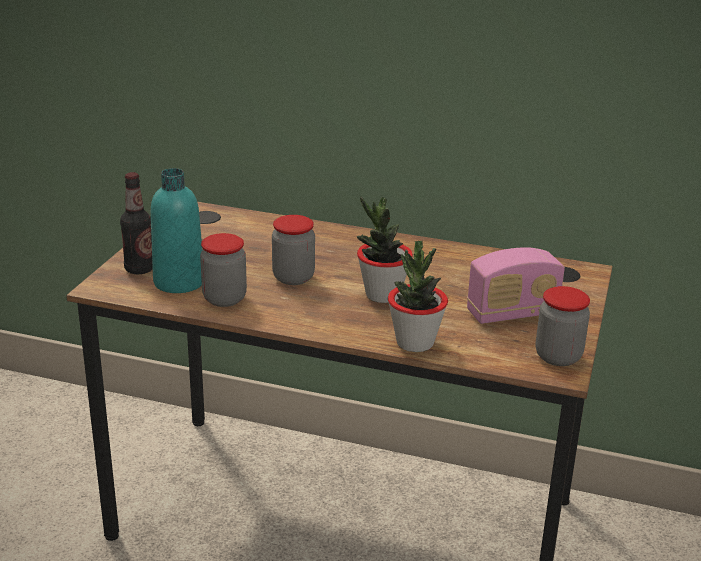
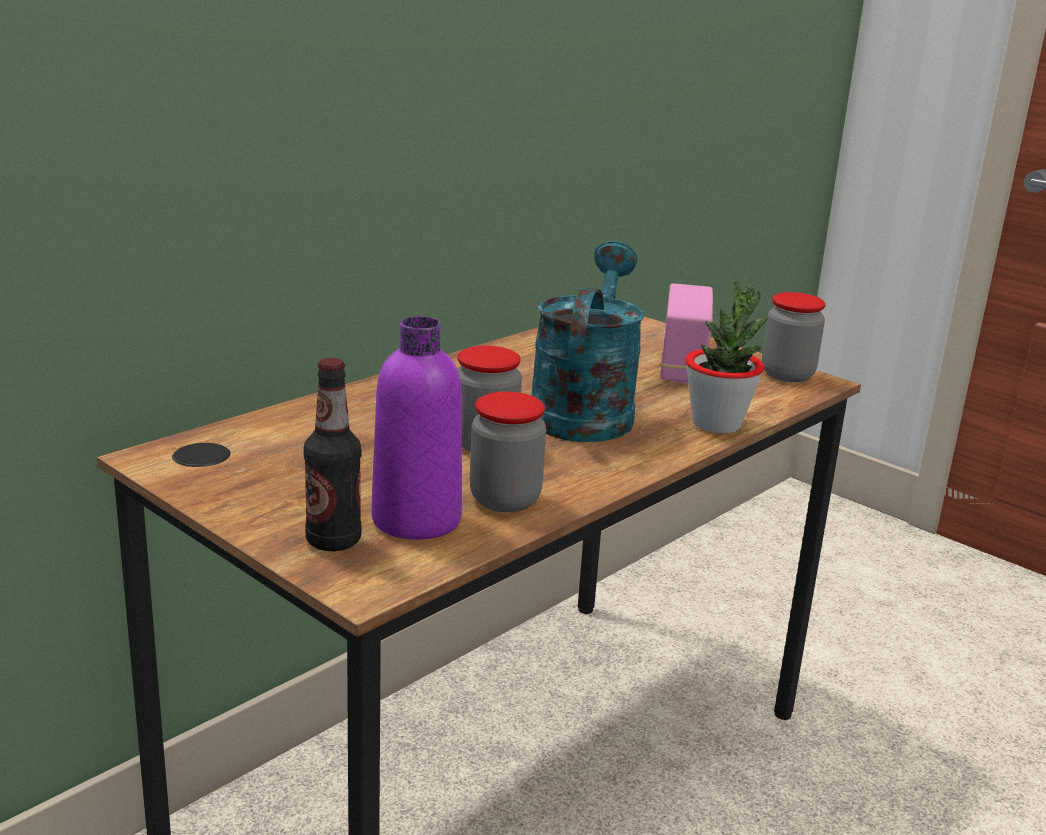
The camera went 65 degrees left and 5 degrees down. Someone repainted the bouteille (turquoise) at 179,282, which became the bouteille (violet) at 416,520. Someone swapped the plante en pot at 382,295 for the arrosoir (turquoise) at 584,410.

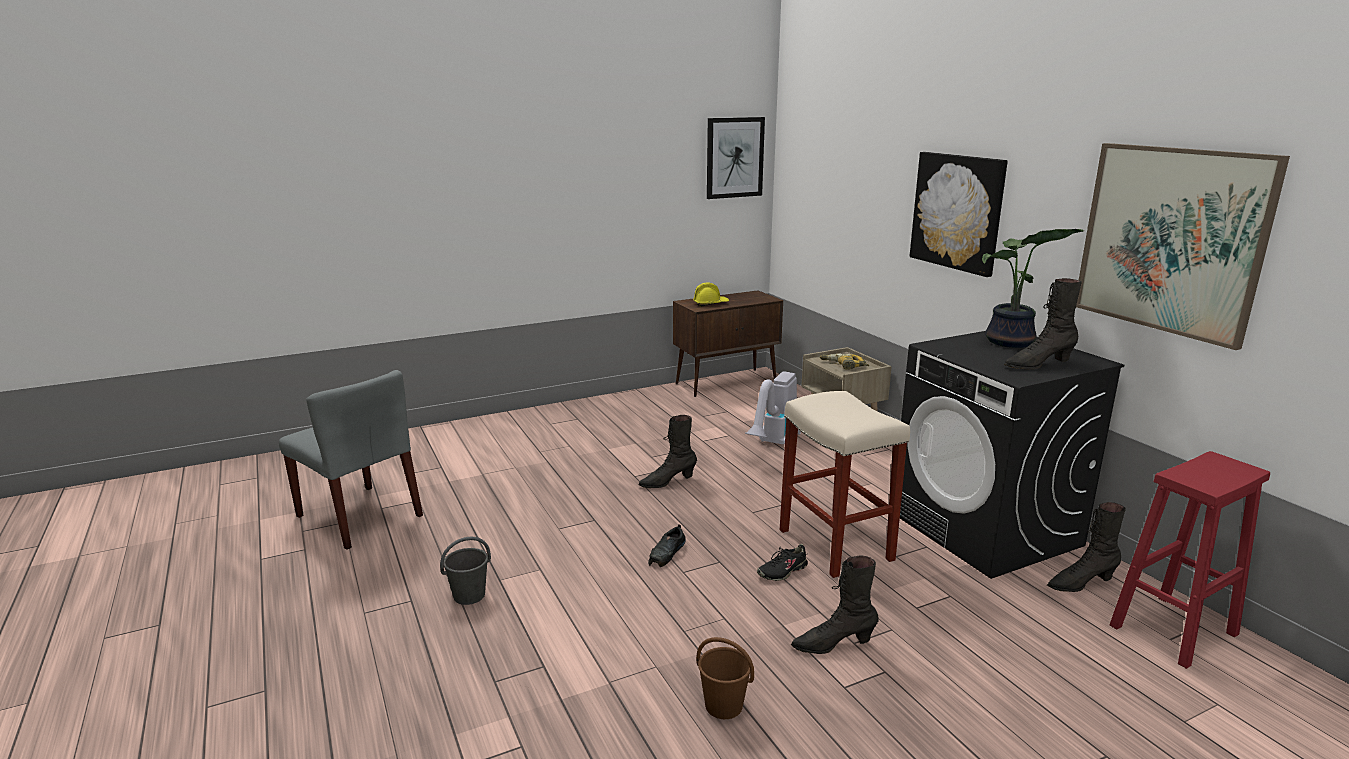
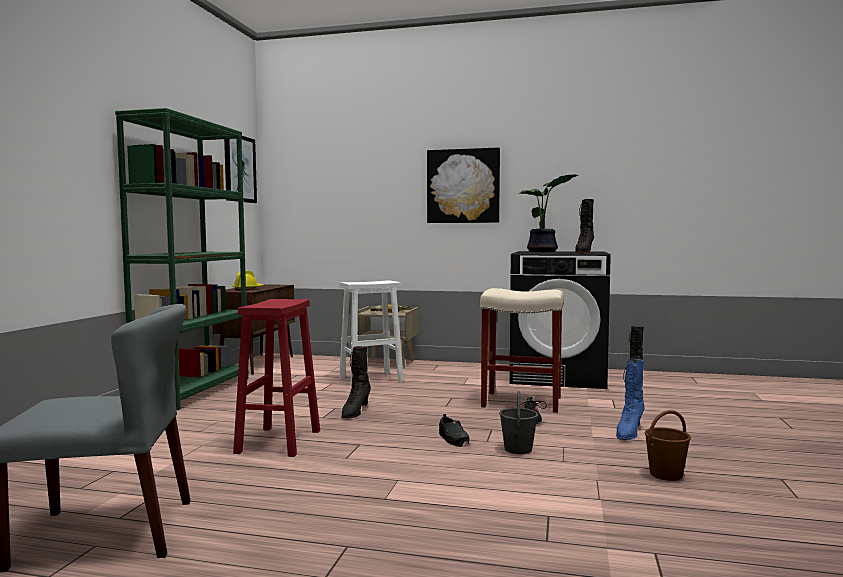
The camera went 50 degrees left and 15 degrees down. Someone carried the seau (gris) from 468,595 to 518,449. Someone swapped the aspirateur at 774,444 for the tabouret (blanc) at 372,379. Someone repainted the botte (noir) at 833,644, which became the botte (bleu) at 629,432. Someone took away the tableau at 1171,240. Someone carried the tabouret (rouge) from 1174,629 to 279,441. Someone put down the bibliothèque (vert) at 194,391.

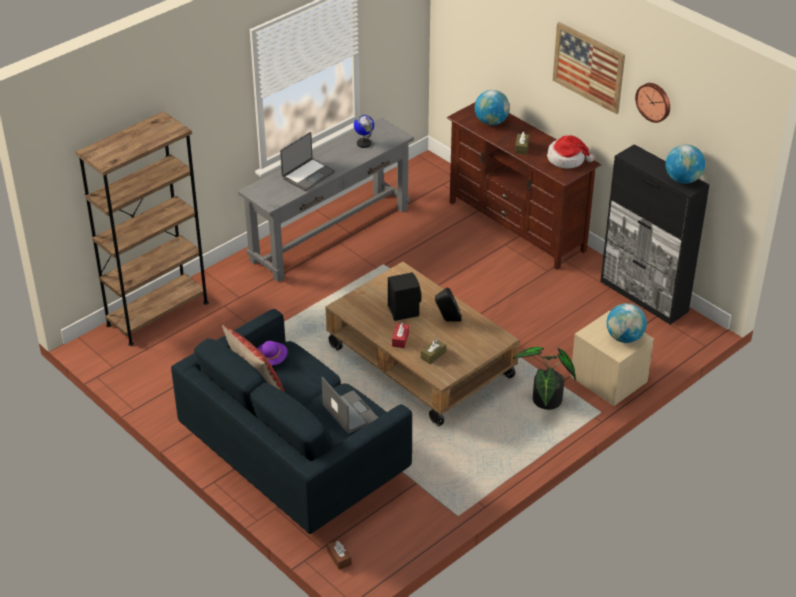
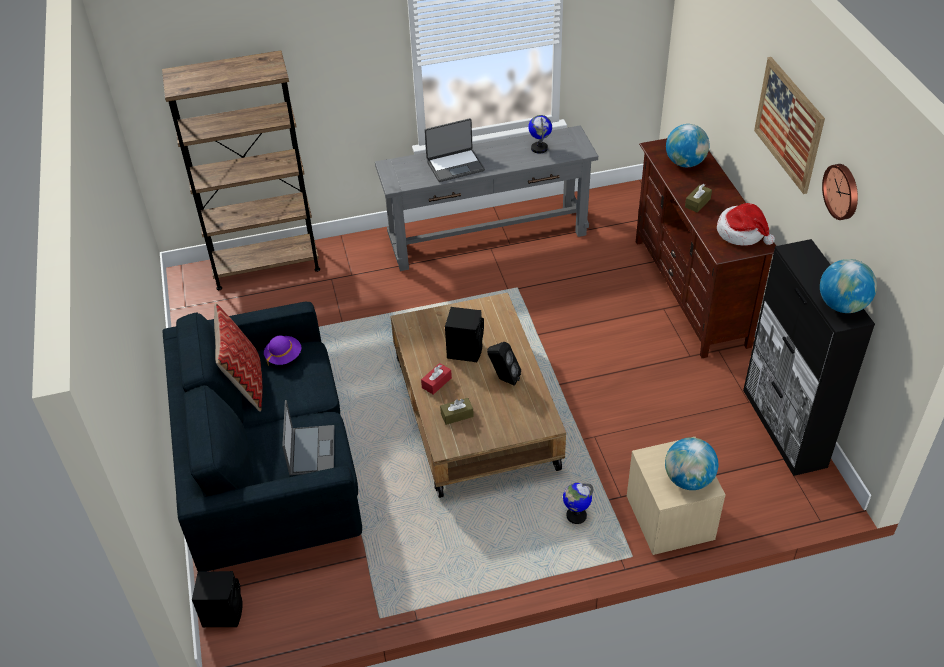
The camera went 30 degrees right and 5 degrees up. Someone swapped the boîte à mouchoirs (marron) at 339,558 for the enceinte (noir) at 223,612. Someone swapped the plante en pot at 544,402 for the globe at 576,516.

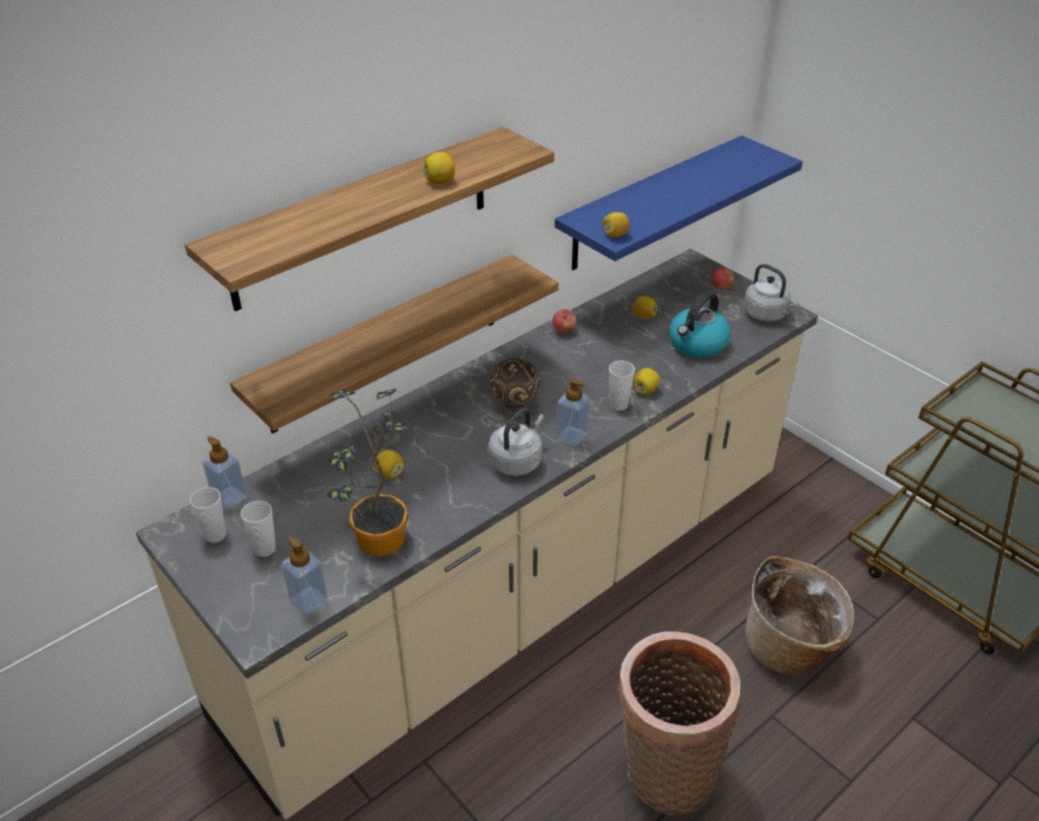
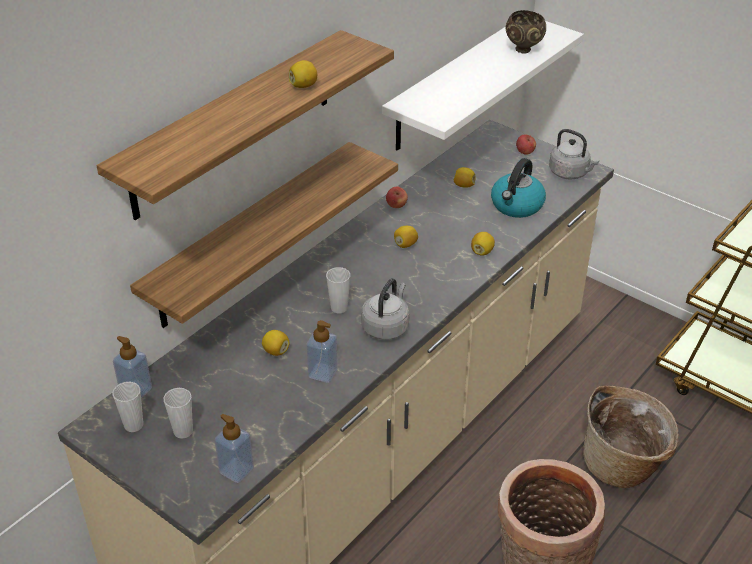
The camera went 10 degrees left and 0 degrees up. Someone took away the plante en pot at 376,544. Someone carried the bol (marron) from 516,405 to 524,50. Someone repainted the étagère (bleu) at 651,203, which became the étagère (blanc) at 456,83. Someone carried the distributeur de savon from 572,436 to 323,373. Someone carried the citron from 615,235 to 405,244. Someone carried the tasse from 618,405 to 339,308.

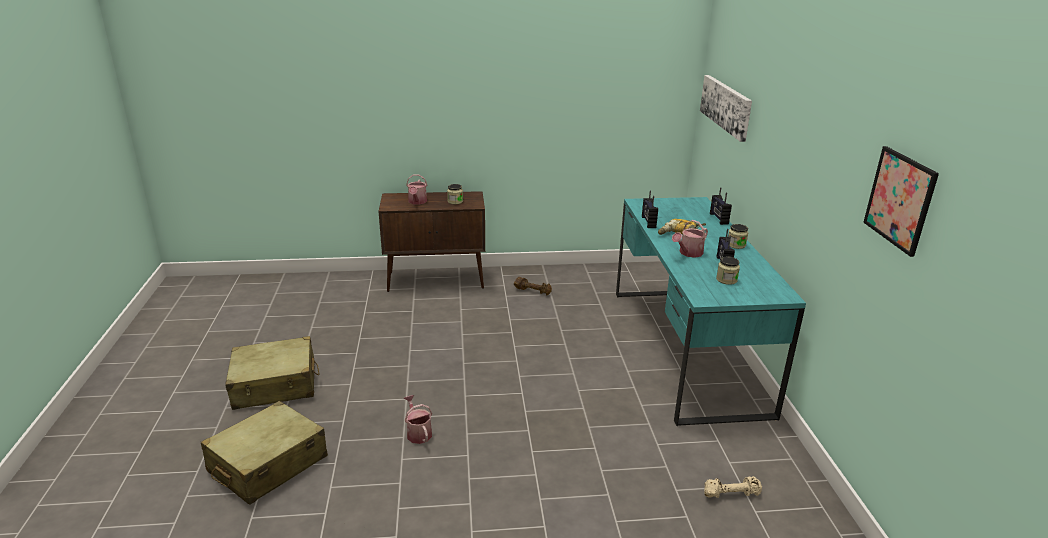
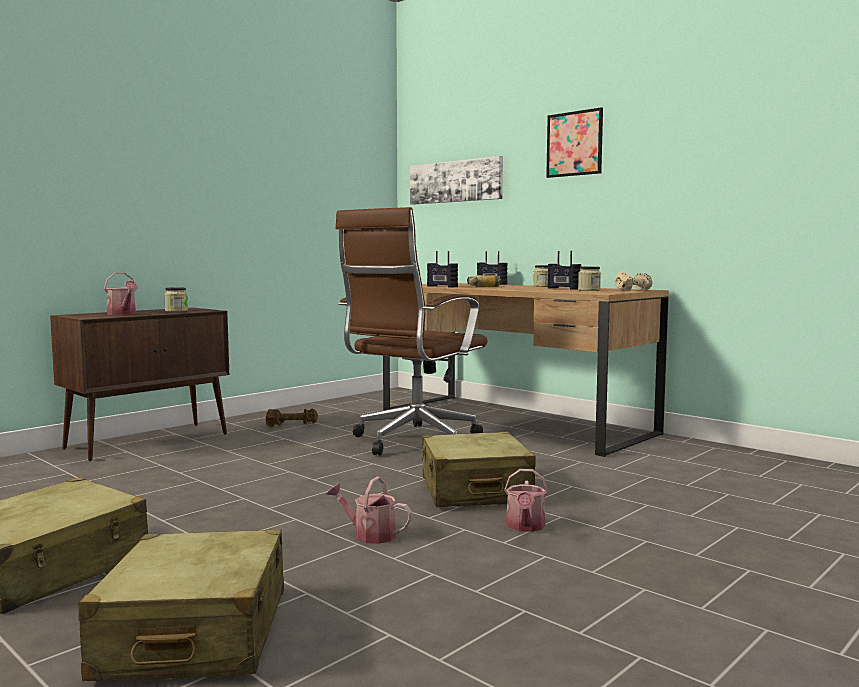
The camera went 40 degrees left and 20 degrees down. Someone repainted the bureau (turquoise) at 685,348, which became the bureau (marron) at 512,422. Someone carried the arrosoir from 688,253 to 525,527. Someone carried the haltère (beige) from 730,494 to 632,290. Someone carried the tableau from 900,199 to 574,143. Someone put down the chaise de bureau (marron) at 412,442. Someone put down the valise (beige) at 475,491.

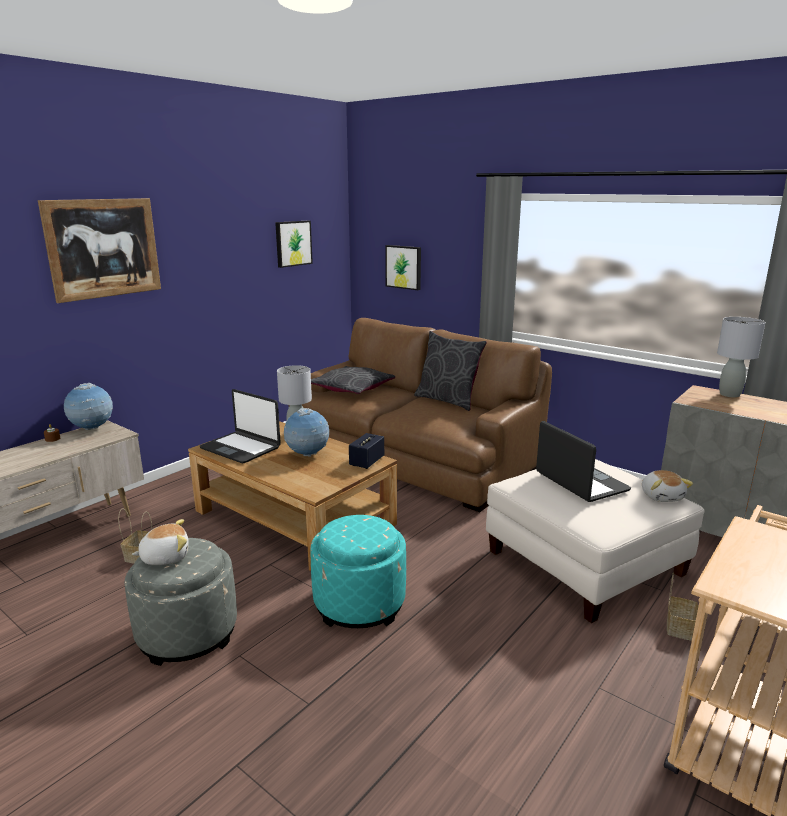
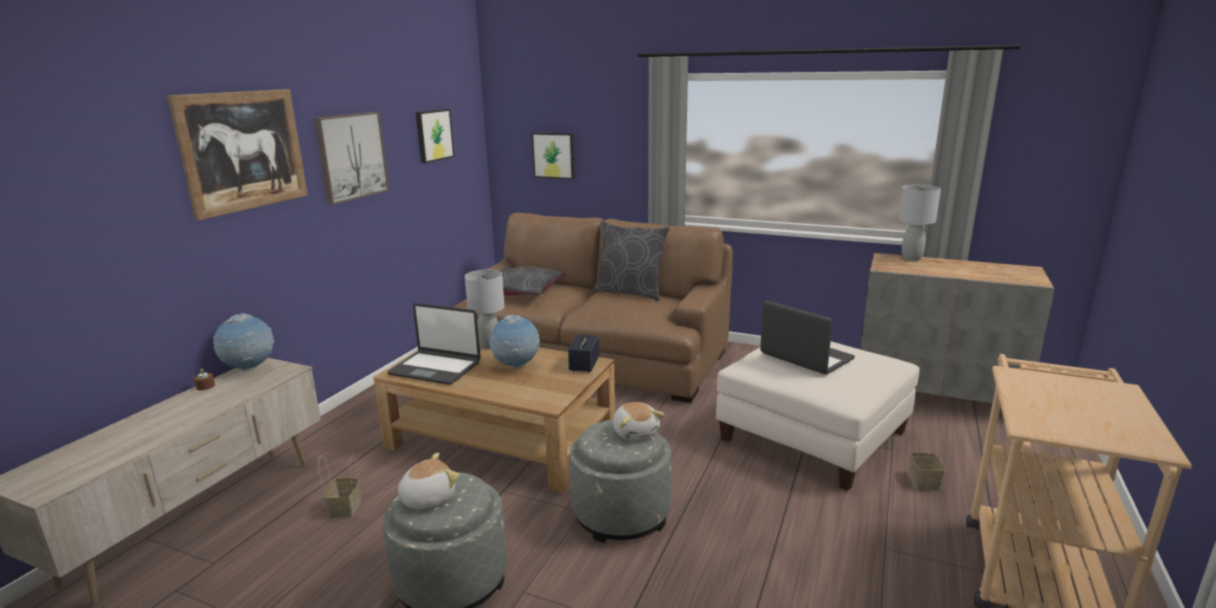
The camera went 15 degrees left and 0 degrees up. Someone repainted the pouf (turquoise) at 359,603, which became the pouf (gris) at 621,514. Someone carried the peluche from 662,496 to 636,432. Someone put up the tableau at 352,156.

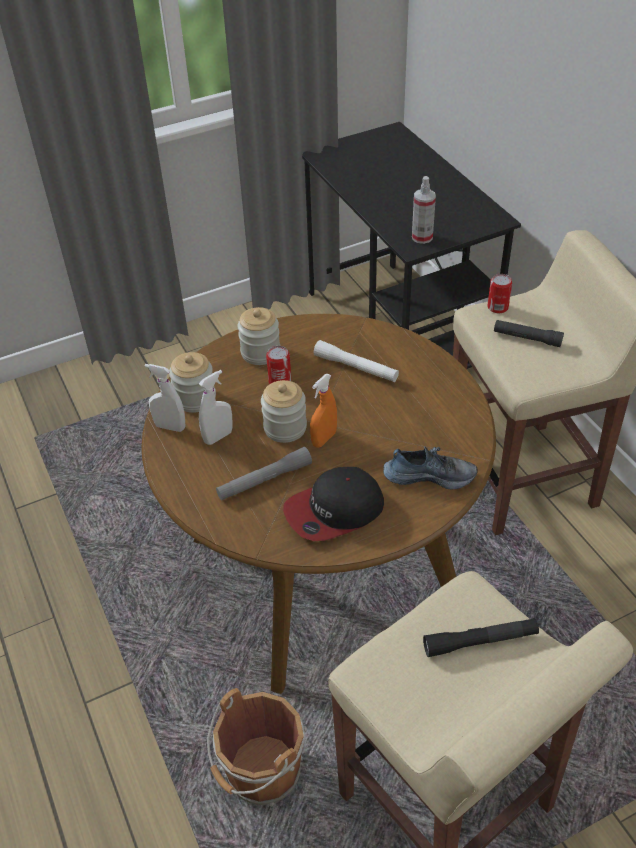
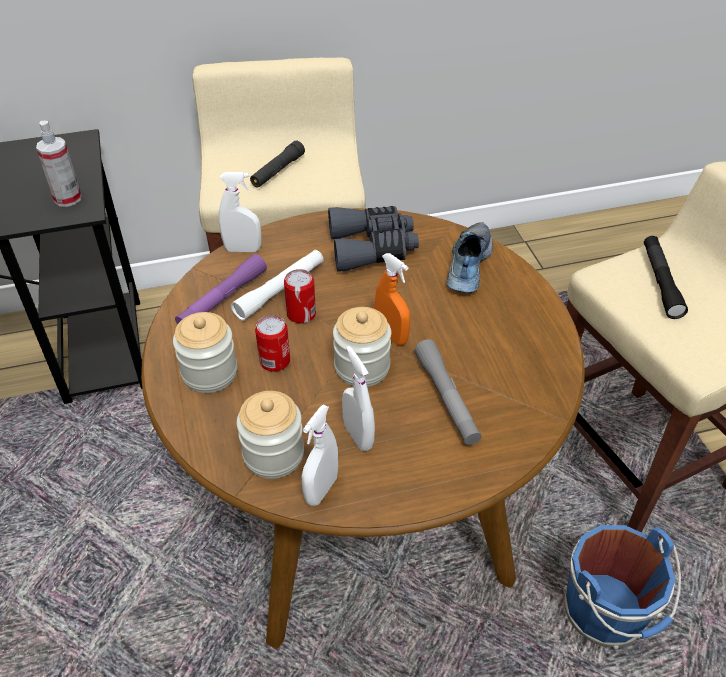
The camera went 80 degrees left and 0 degrees up. Someone repainted the seau (marron) at 261,773, which became the seau (bleu) at 607,613. Someone took away the casquette at 334,511. Someone carried the boîte métallique from 497,307 to 301,314. Someone put down the lampe de poche (violet) at 222,299. Someone put down the vaporisateur (blanc) at 243,249. Someone put down the jumelles (gris) at 372,248.

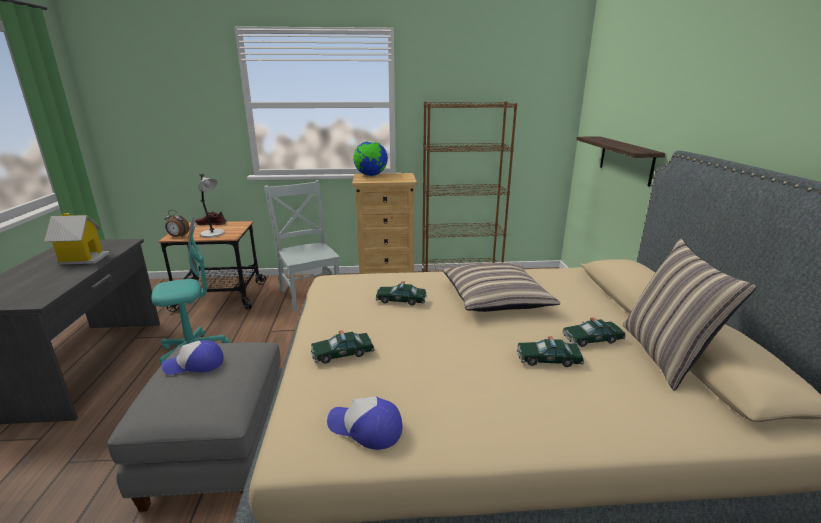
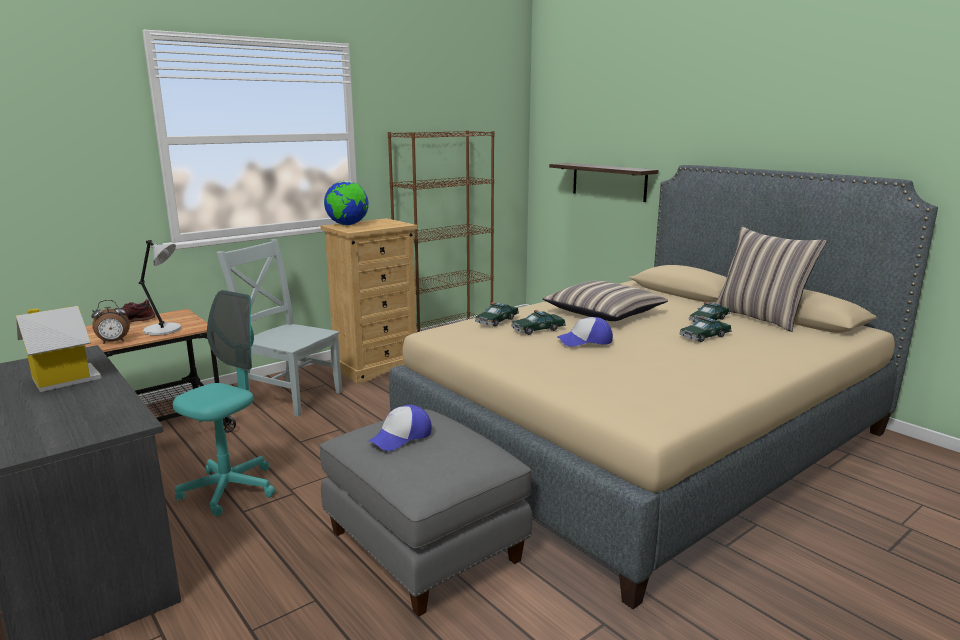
The camera went 35 degrees left and 5 degrees down. Someone carried the petite voiture from 342,353 to 497,321. Someone carried the casquette from 365,428 to 585,341.

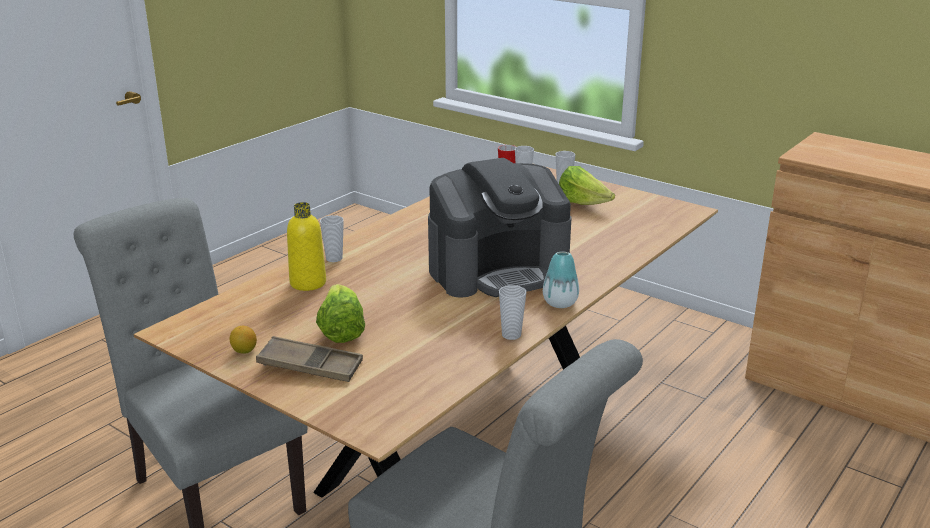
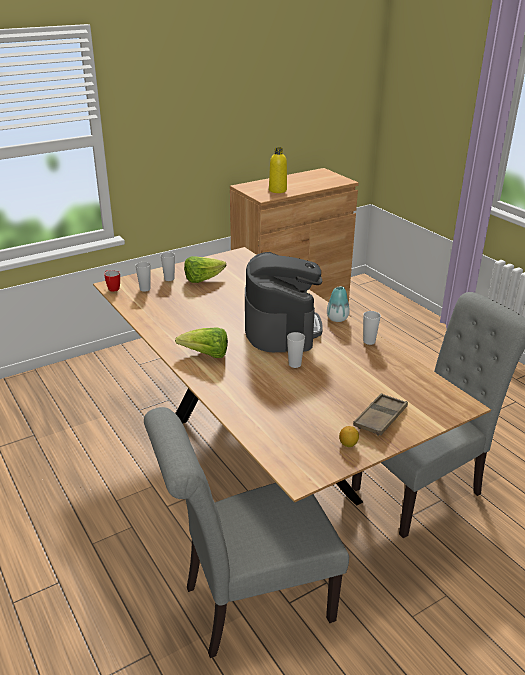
The camera went 70 degrees left and 5 degrees up. Someone carried the bouteille (jaune) from 308,283 to 277,190. Someone carried the laitue from 341,331 to 206,355. Someone carried the tasse from 334,258 to 295,364.

